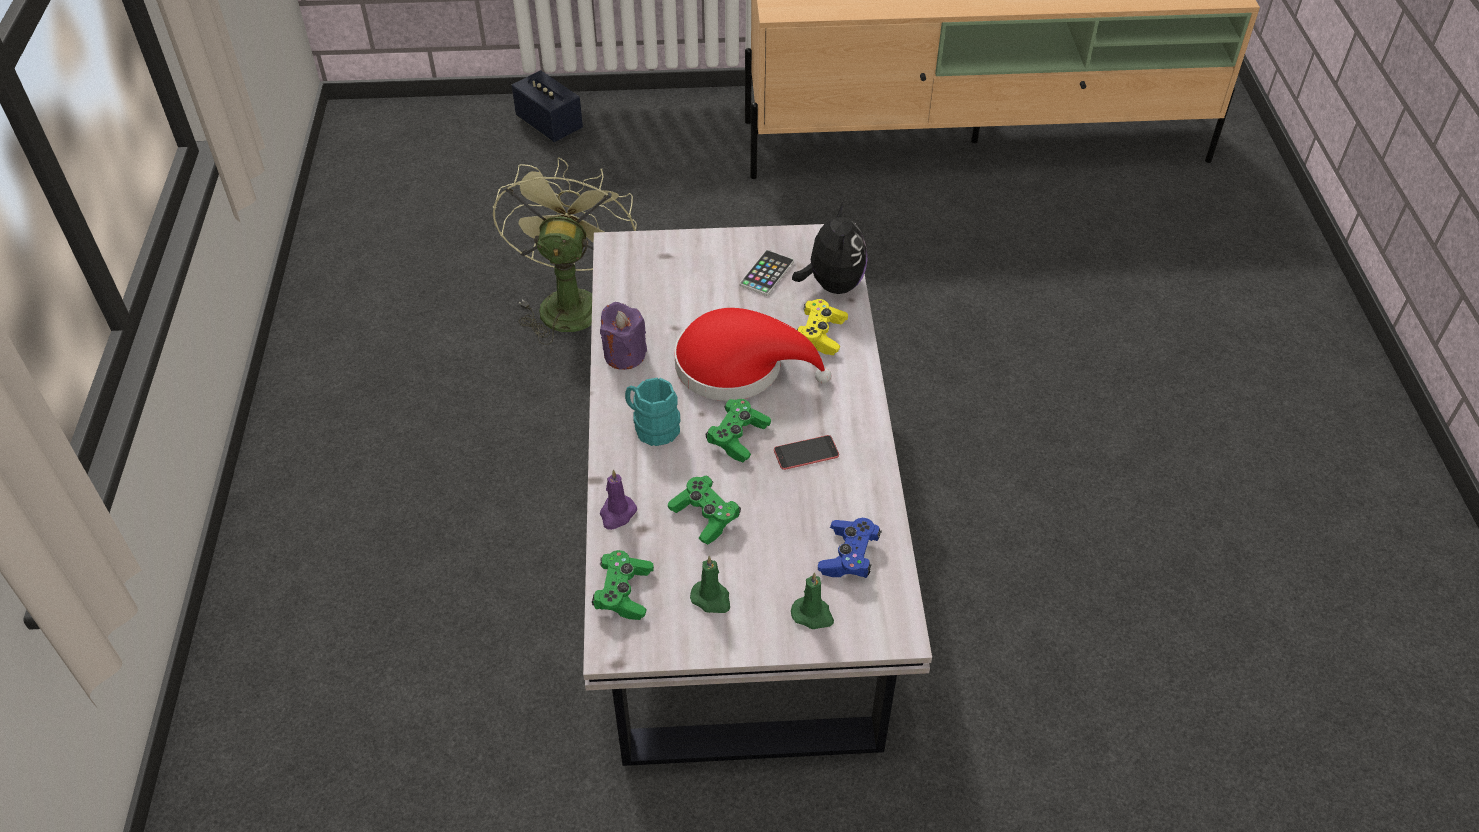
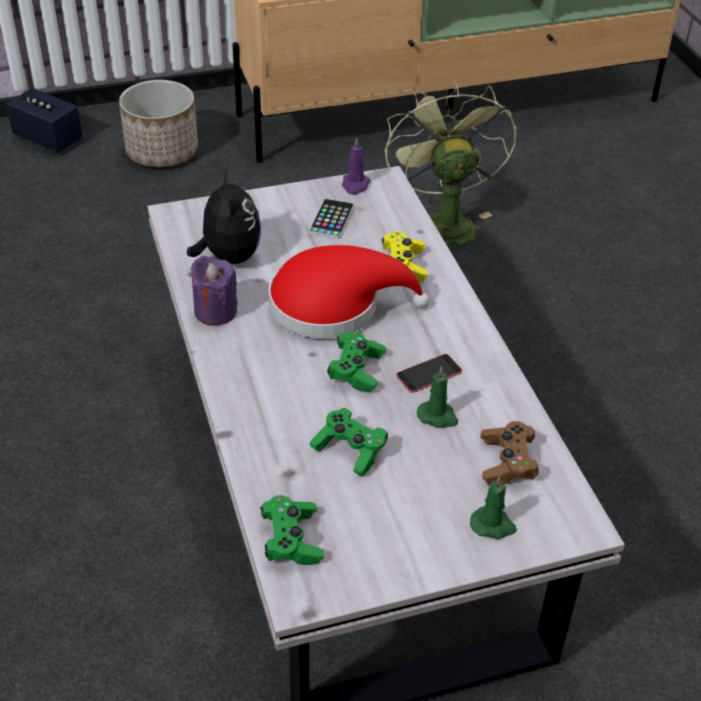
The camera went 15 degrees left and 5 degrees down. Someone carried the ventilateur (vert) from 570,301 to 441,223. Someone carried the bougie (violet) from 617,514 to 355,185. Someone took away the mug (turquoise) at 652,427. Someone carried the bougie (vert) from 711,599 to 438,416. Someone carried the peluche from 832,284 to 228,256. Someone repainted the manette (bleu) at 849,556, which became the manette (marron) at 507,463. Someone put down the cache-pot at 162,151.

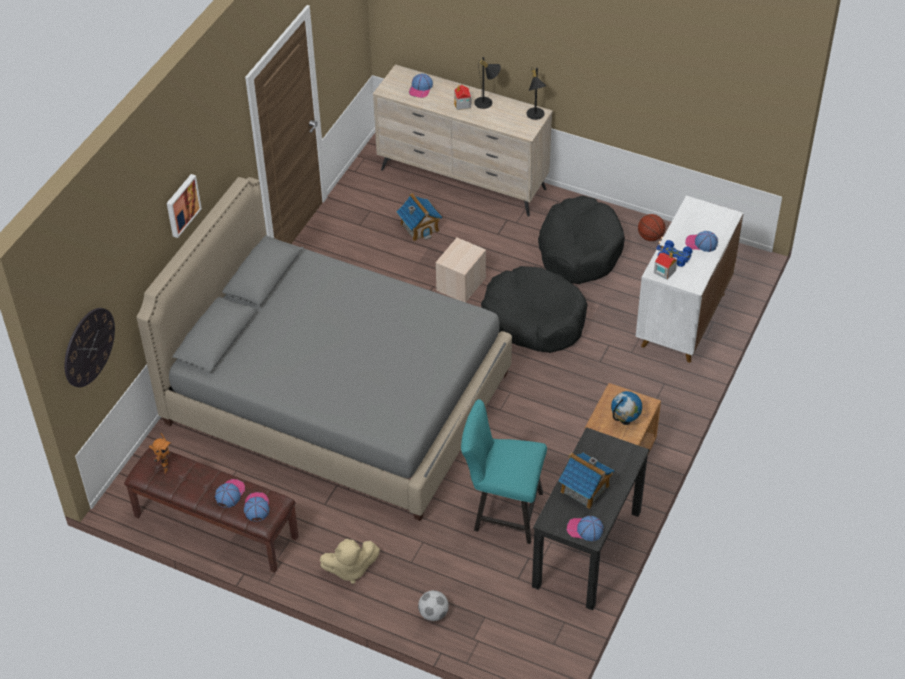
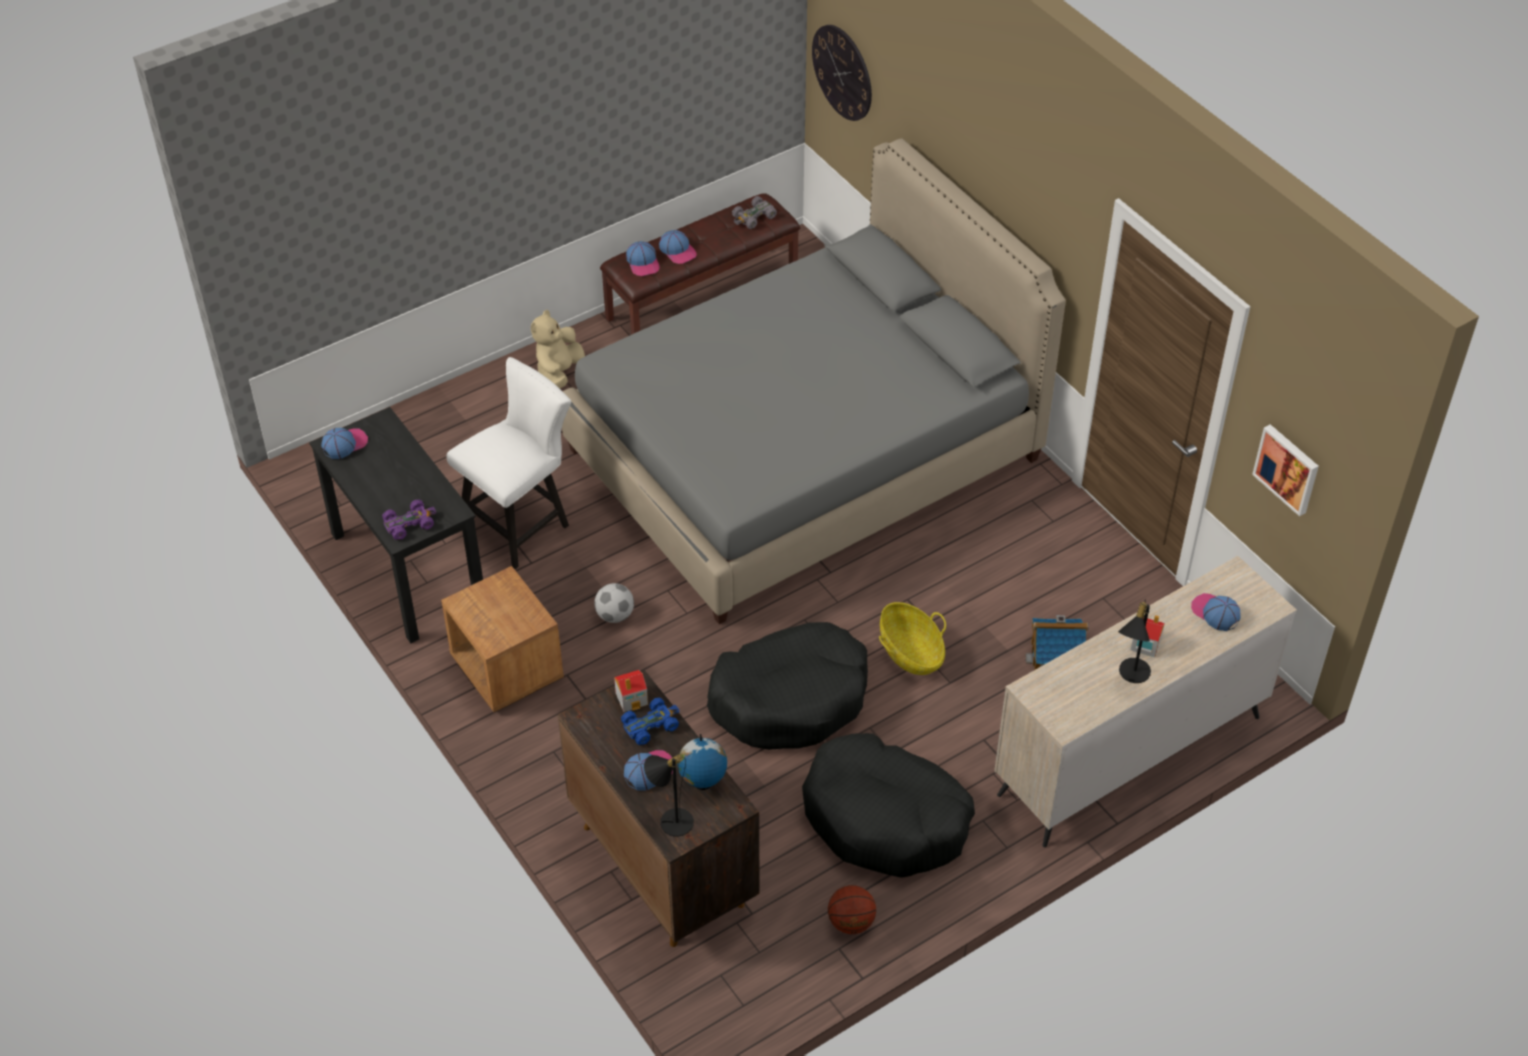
The camera went 120 degrees right and 0 degrees up. Someone swapped the robot jouet at 164,468 for the petite voiture (gris) at 753,217. Someone carried the tableau from 181,205 to 1288,468. Someone rotated the casquette at 256,507 by 45 degrees clockwise. Someone carried the ballon de foot from 433,614 to 615,615. Someone swapped the boîte de rangement (beige) at 461,284 for the panier at 911,652. Someone repainted the chaise (turquoise) at 502,512, which became the chaise (blanc) at 521,522. Someone carried the lampe de table (noir) from 535,116 to 670,819. Someone took away the maison miniature at 585,489. Someone carried the globe from 625,421 to 702,784. Someone repainted the meuble de rangement (blanc) at 683,320, which became the meuble de rangement (marron) at 662,864. Someone put down the petite voiture (violet) at 409,523.

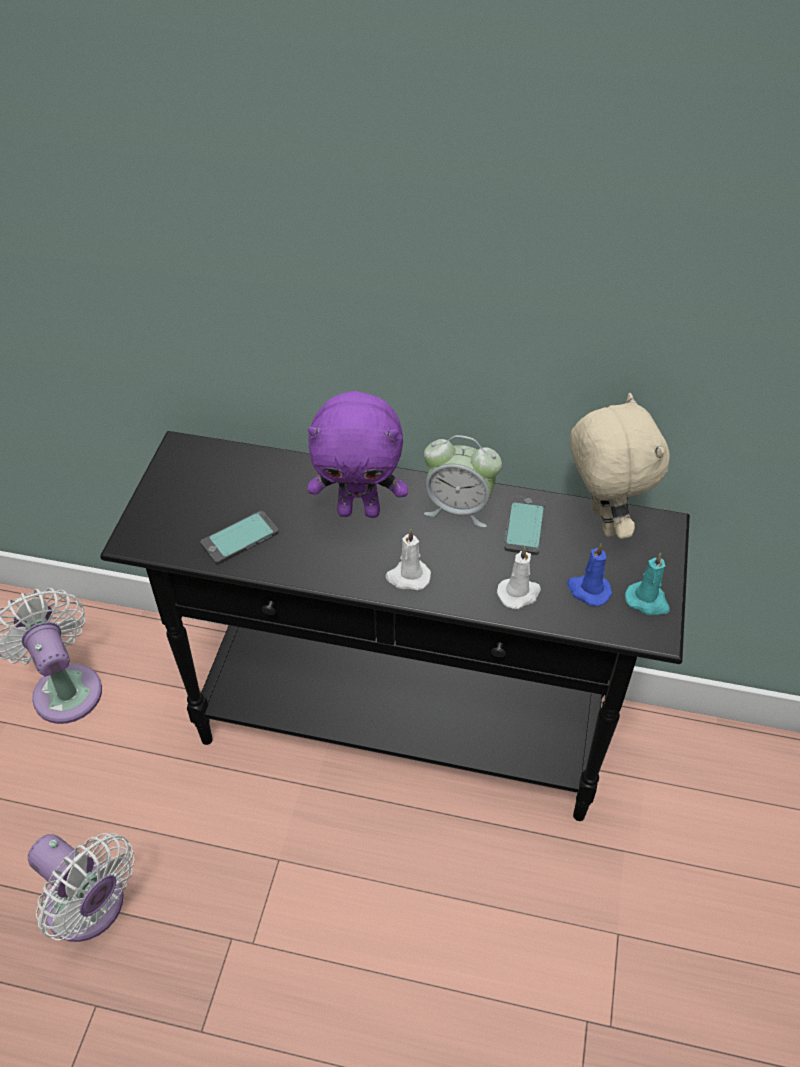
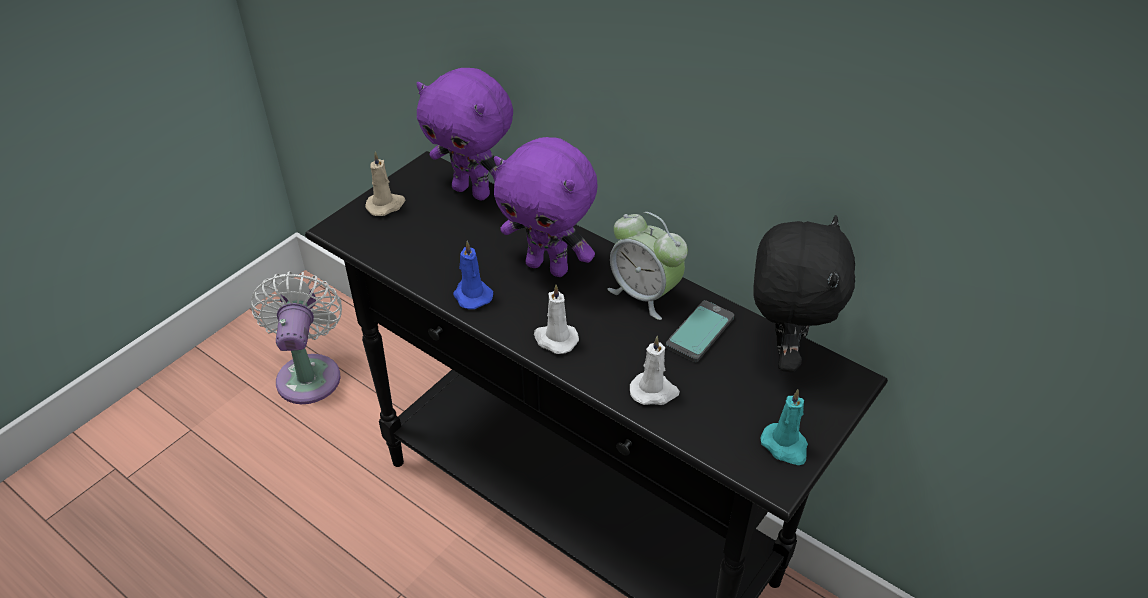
The camera went 25 degrees right and 5 degrees down. Someone took away the ventilateur (blanc) at 90,908. Someone took away the téléphone at 240,539. Someone carried the bougie (bleu) from 588,590 to 471,295. Someone repainted the peluche (beige) at 601,521, which became the peluche (noir) at 783,353. Someone put down the bougie (beige) at 386,205. Someone put down the peluche (violet) at 473,191.

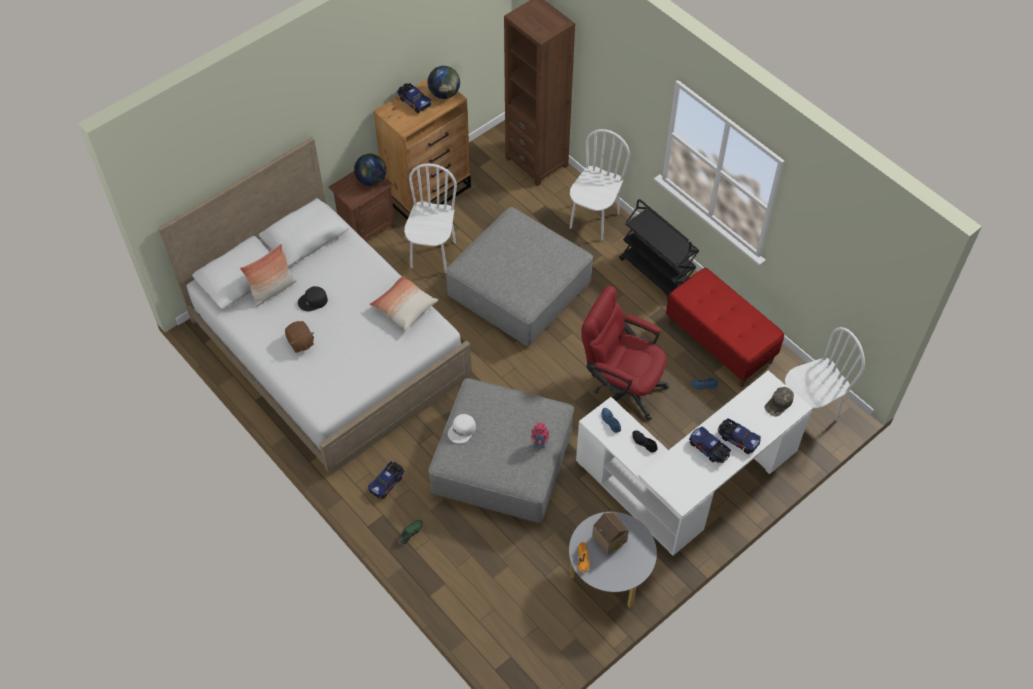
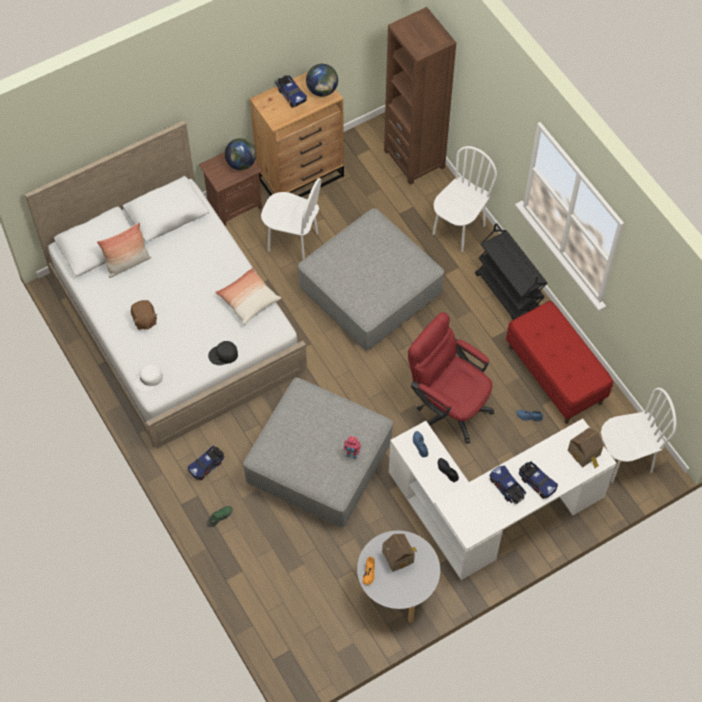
The camera went 10 degrees right and 5 degrees up. Someone carried the casquette (noir) from 313,301 to 223,355. Someone rotated the chaise (blanc) at 432,255 by 90 degrees clockwise. Someone carried the casquette (blanc) from 462,430 to 149,379. Someone swapped the casquette (vert) at 779,403 for the maison miniature at 585,453.

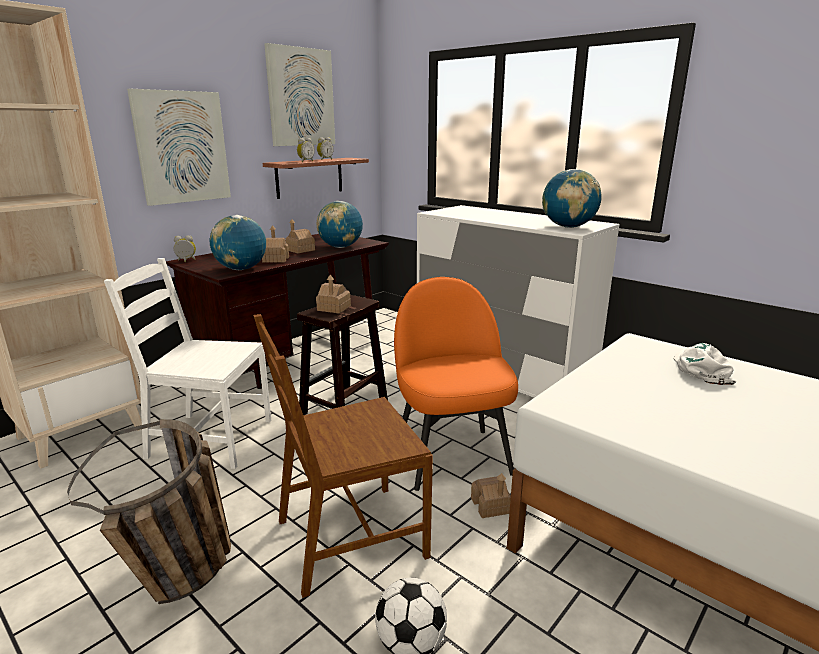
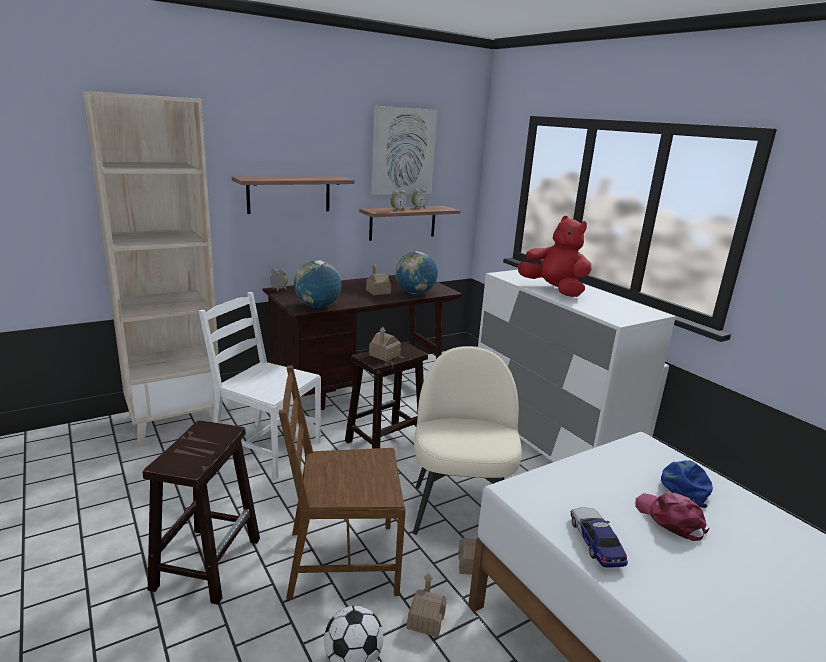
The camera went 15 degrees right and 0 degrees up. Someone swapped the panier at 185,580 for the tabouret (marron) at 207,562. Someone swapped the tableau at 182,147 for the étagère at 289,194. Someone carried the maison miniature from 276,259 to 426,620. Someone repainted the chaise (orange) at 451,456, which became the chaise (beige) at 459,509. Someone took away the globe at 568,227. Someone repainted the casquette (blanc) at 701,369, which became the casquette (bleu) at 685,485. Someone put down the peluche (rouge) at 554,290. Someone put down the petite voiture at 595,542. Someone put down the casquette (rose) at 670,519.

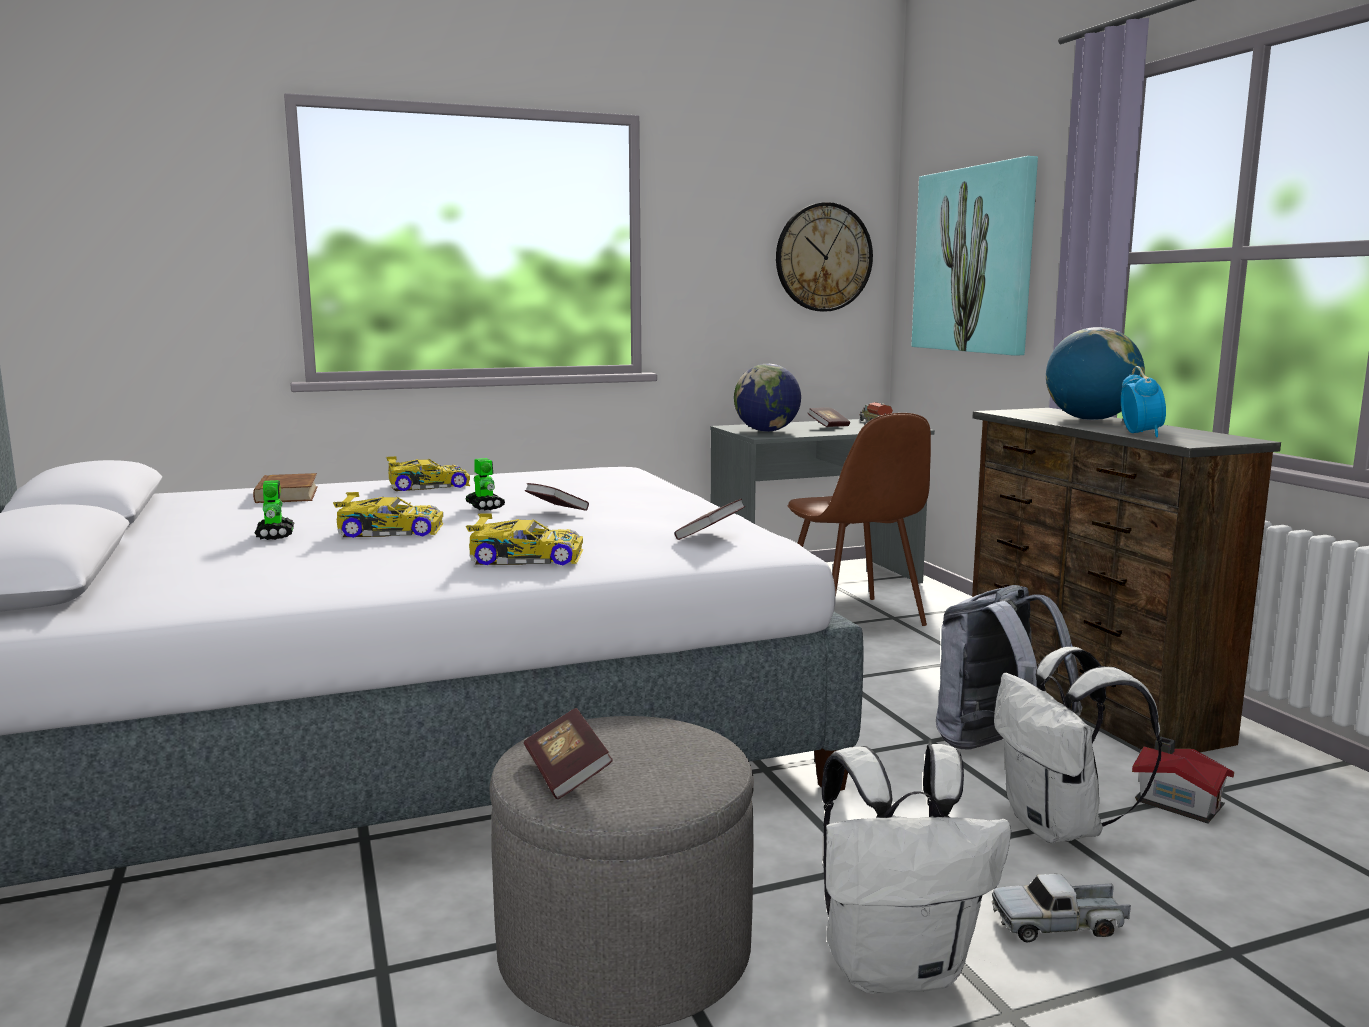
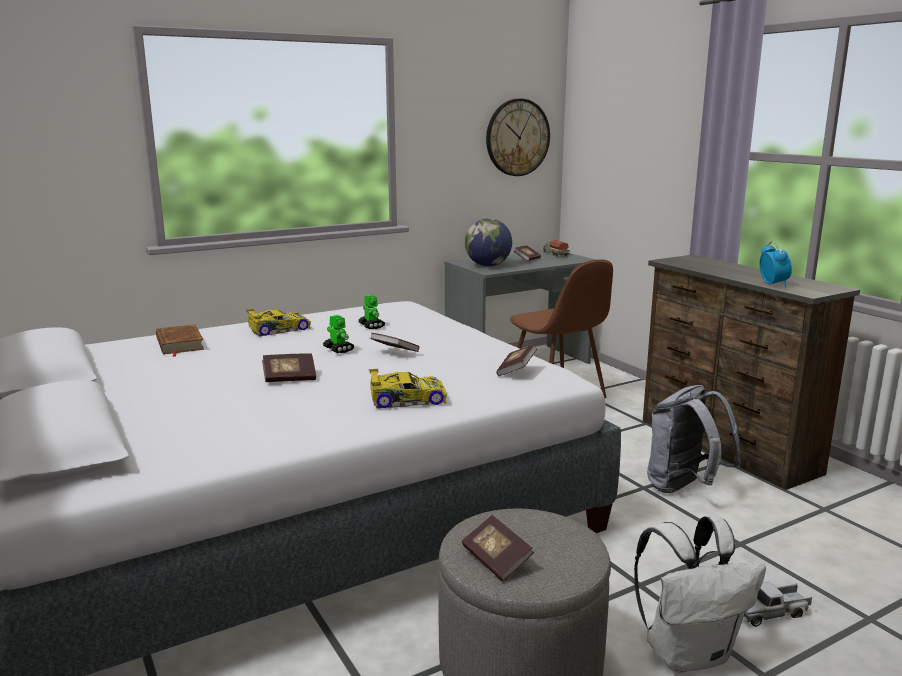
The camera went 10 degrees left and 5 degrees up. Someone carried the robot jouet from 275,535 to 371,326. Someone swapped the petite voiture at 389,531 for the livre at 289,378. Someone took away the tableau at 974,260. Someone took away the sac à dos (blanc) at 1059,827. Someone took away the globe at 1090,419. Someone took away the maison miniature at 1177,802.

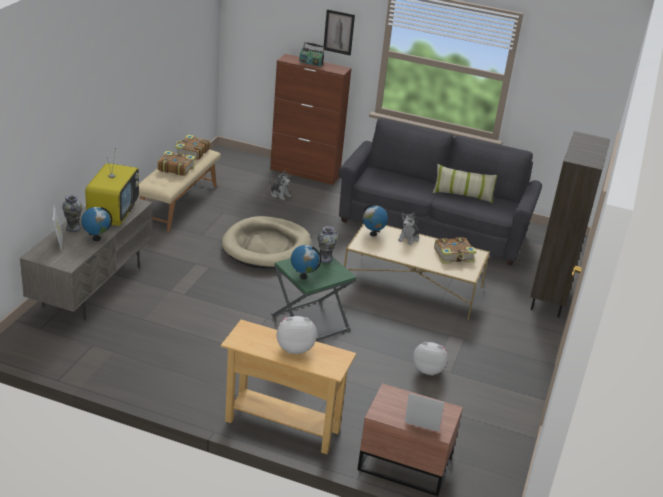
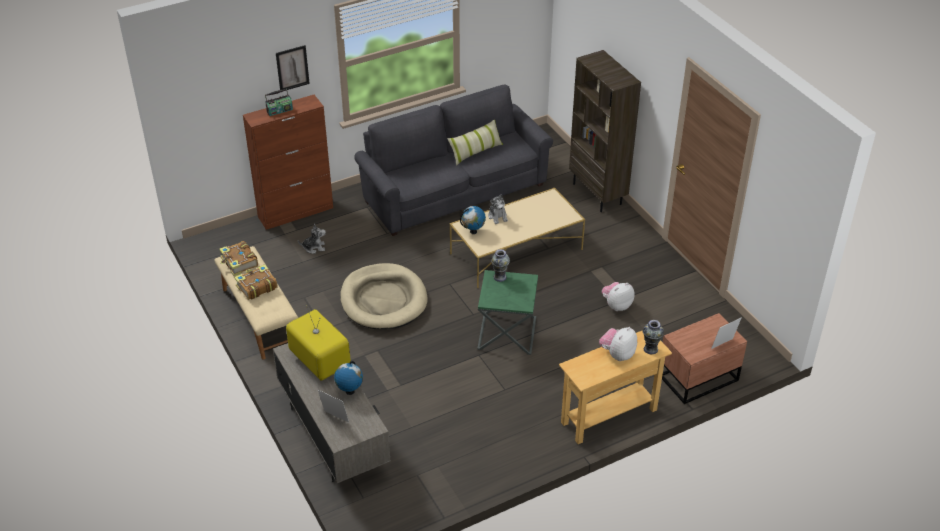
The camera went 45 degrees left and 10 degrees up. Someone carried the vase from 73,228 to 650,349. Someone took away the globe at 303,276. Someone took away the livre at 454,256.

